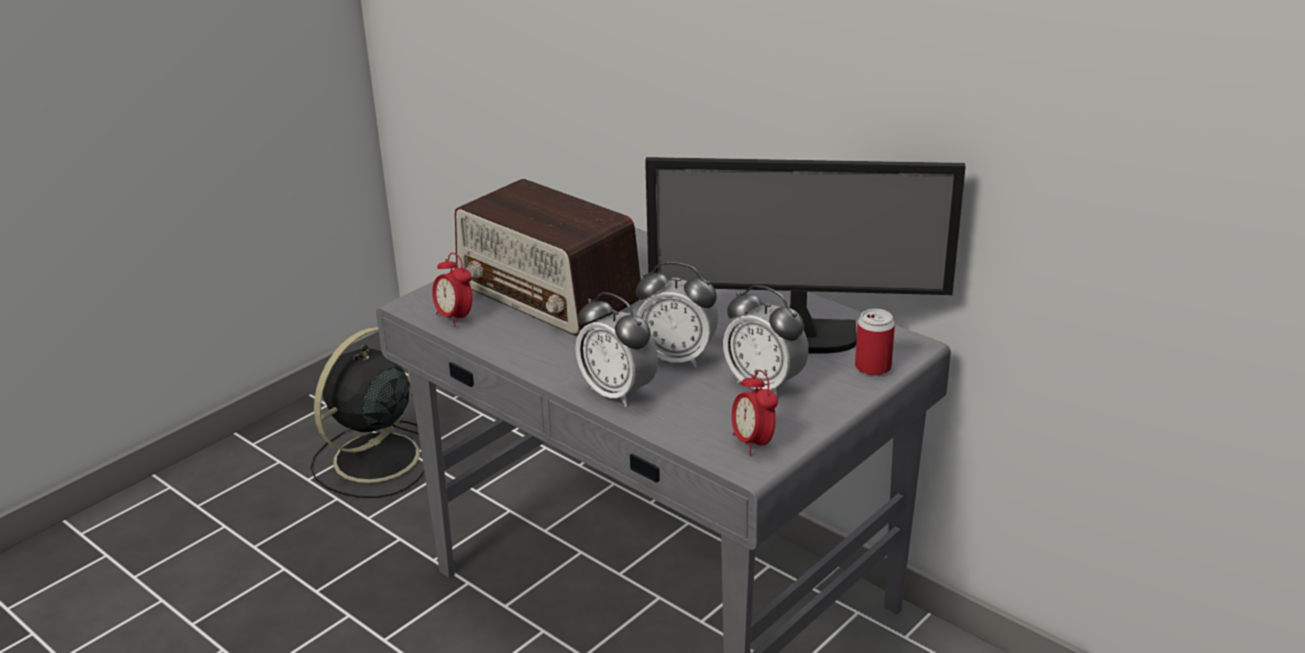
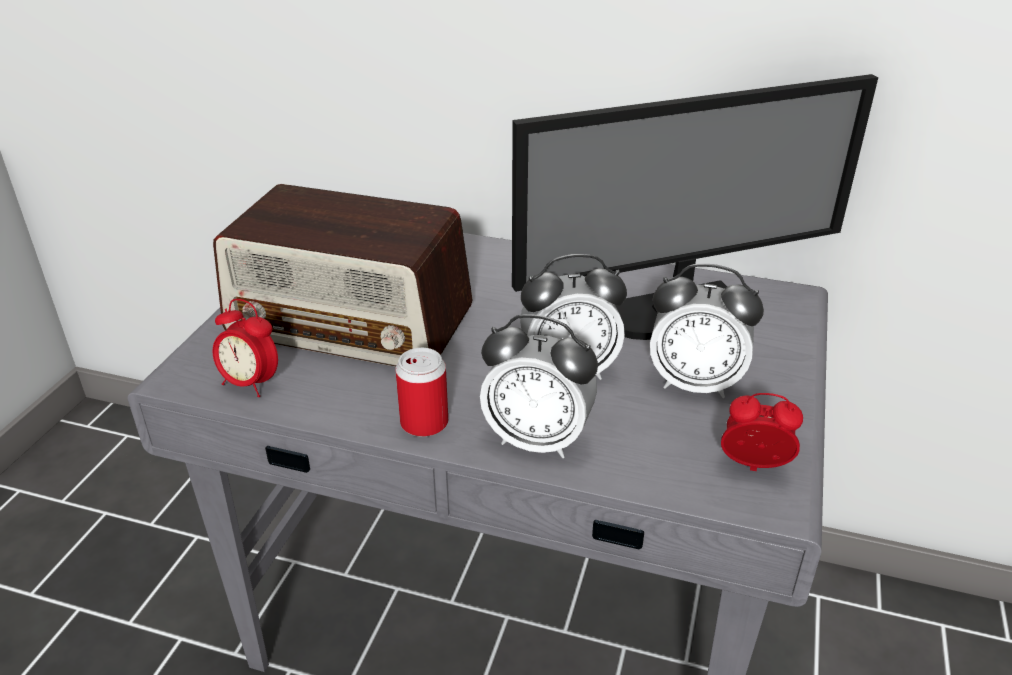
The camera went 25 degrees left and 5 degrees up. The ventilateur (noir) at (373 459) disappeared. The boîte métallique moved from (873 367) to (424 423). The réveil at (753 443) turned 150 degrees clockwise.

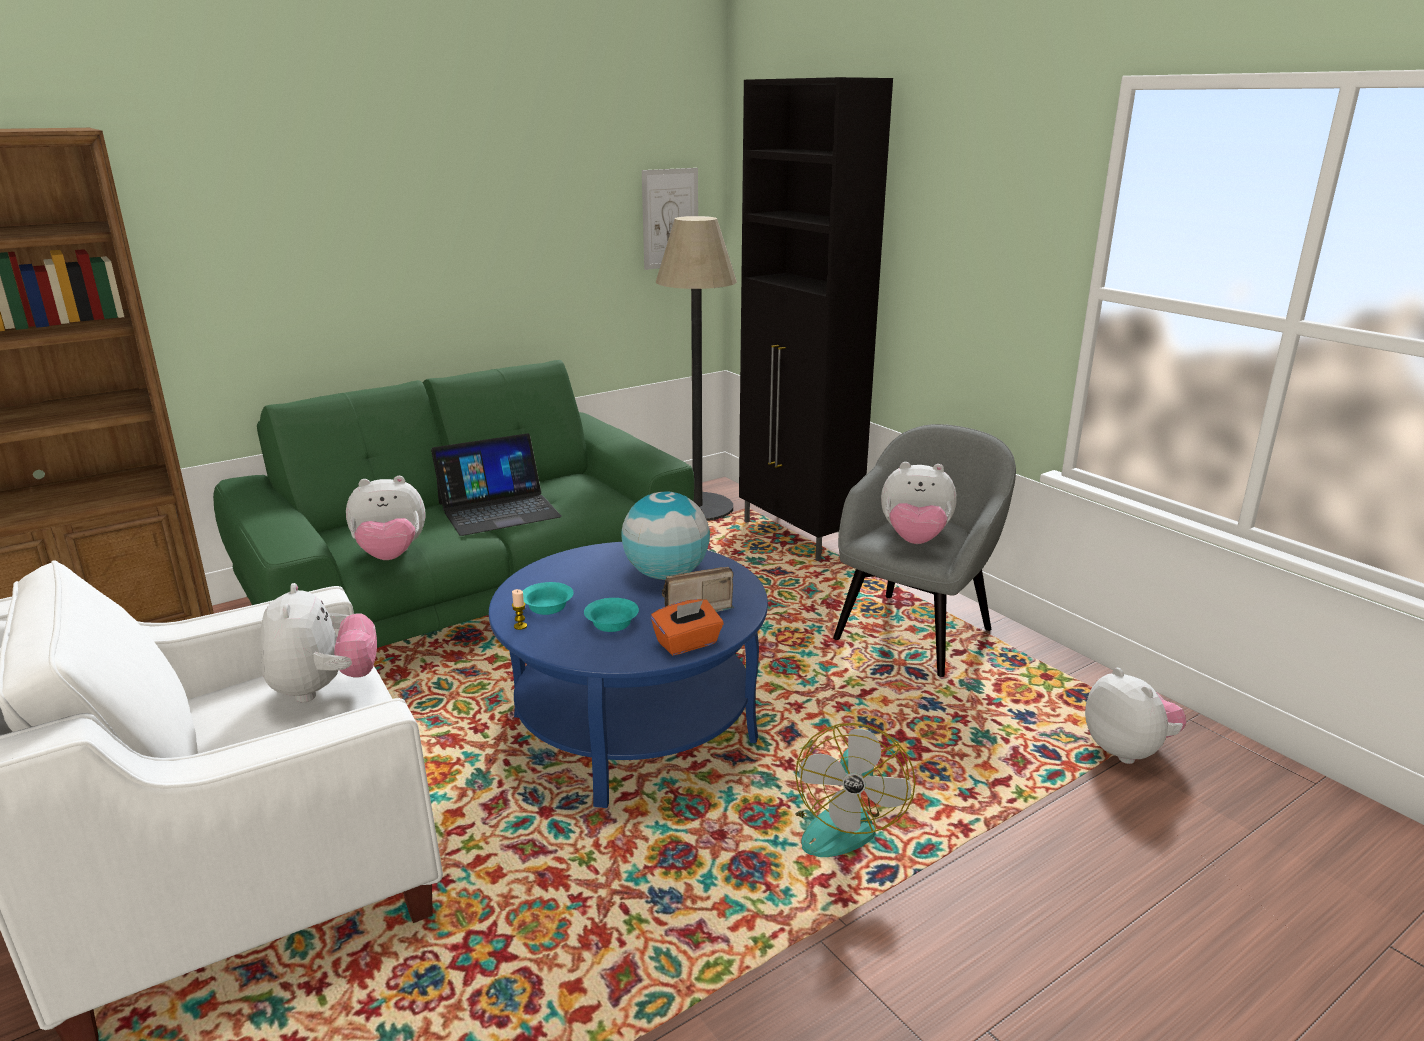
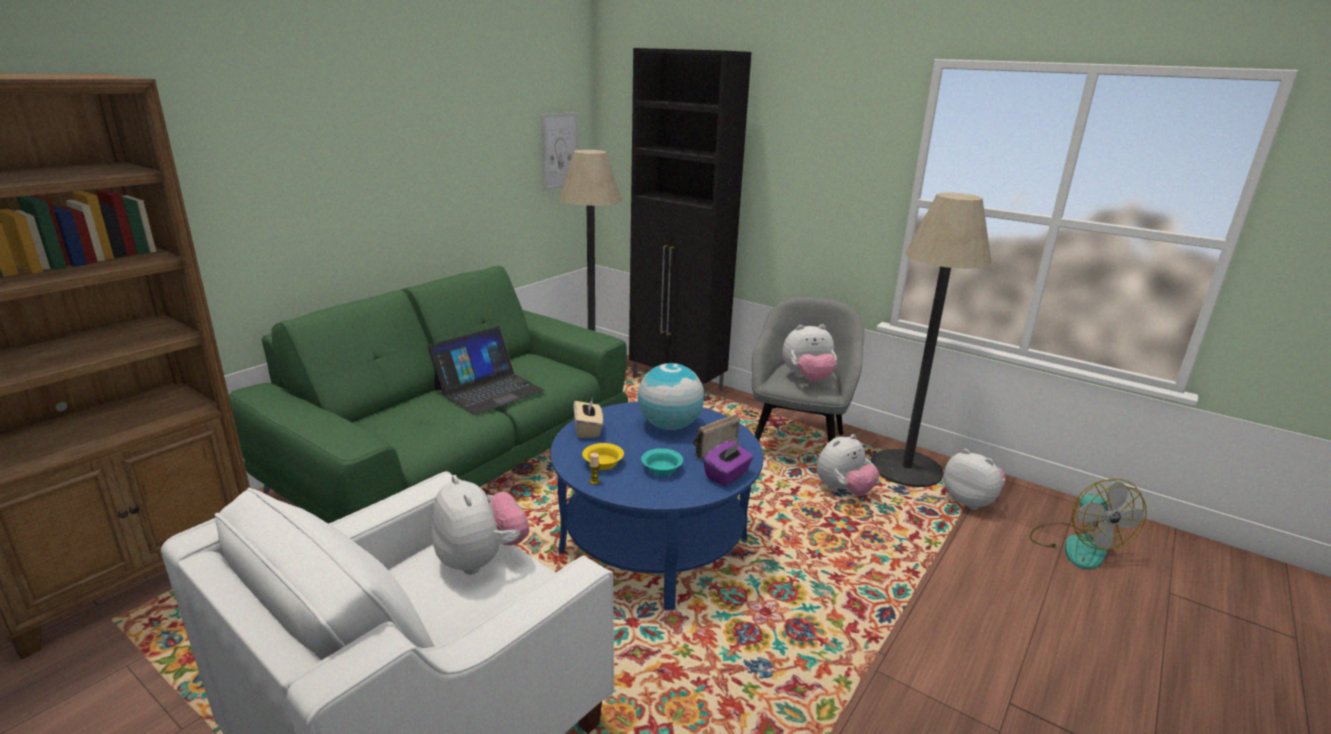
The camera went 20 degrees left and 0 degrees up. The boîte à mouchoirs (beige) at (588 430) appeared. The lampadaire at (906 469) appeared. The peluche moved from (391 556) to (843 490). The ventilateur moved from (840 822) to (1076 545). The bol (turquoise) at (549 607) became the bol (jaune) at (604 463). The boîte à mouchoirs (orange) at (687 644) became the boîte à mouchoirs (violet) at (727 475).

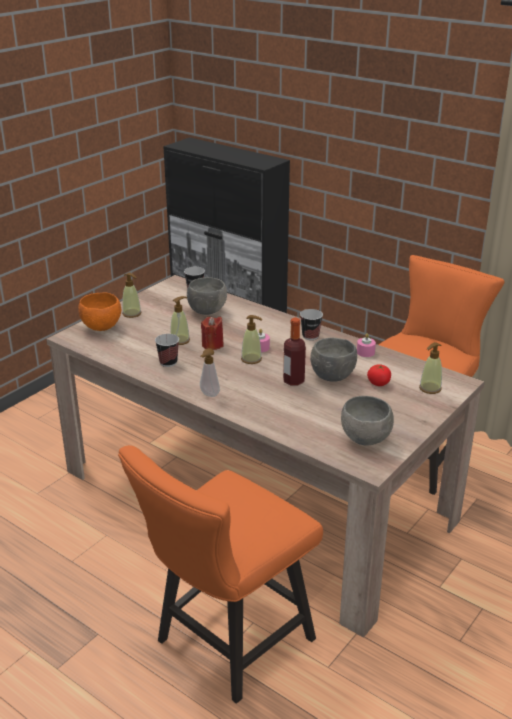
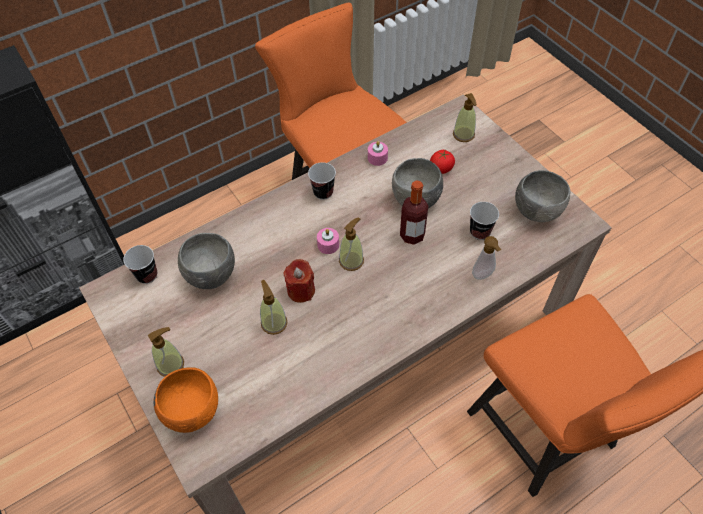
The camera went 70 degrees left and 25 degrees up. The tasse moved from (168 362) to (480 232). The distributeur de savon moved from (208 395) to (483 275).

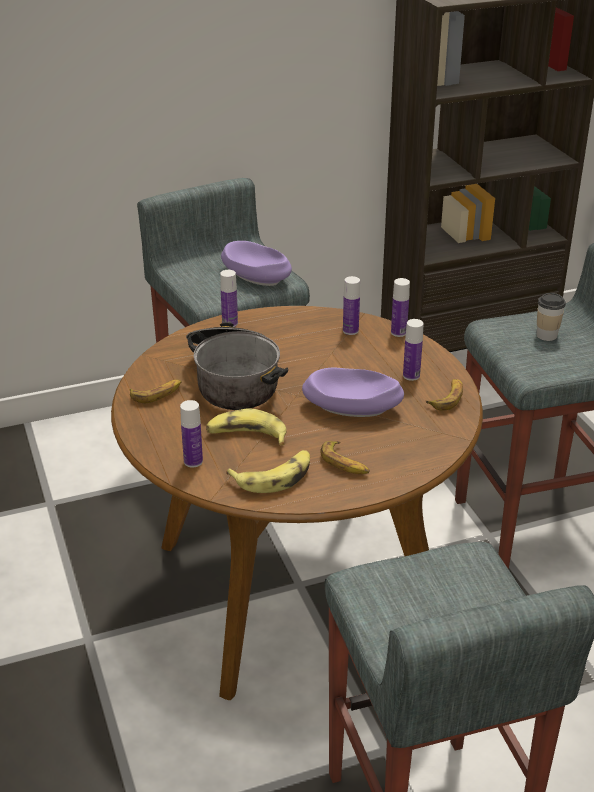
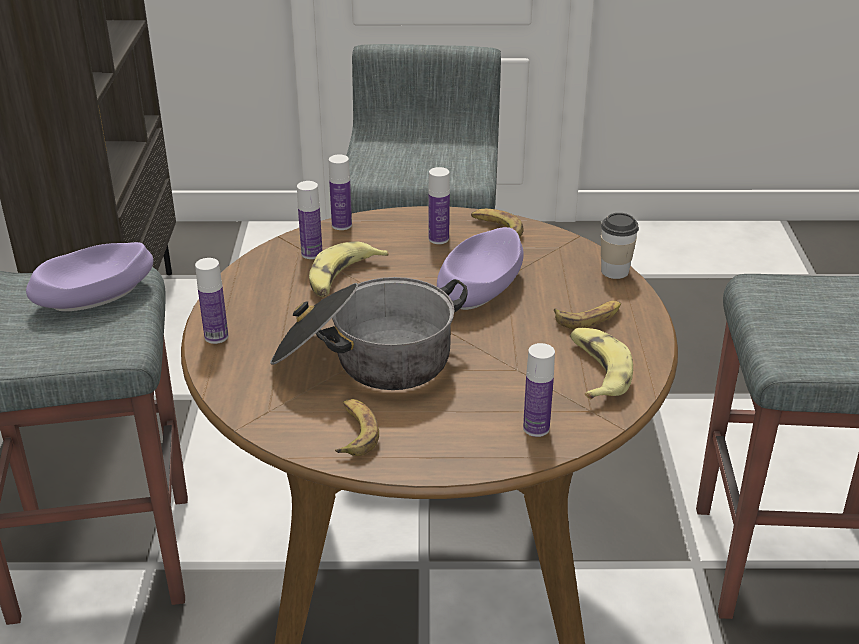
The camera went 70 degrees left and 0 degrees up. The banane moved from (247 436) to (343 278). The tasse moved from (546 335) to (614 271).

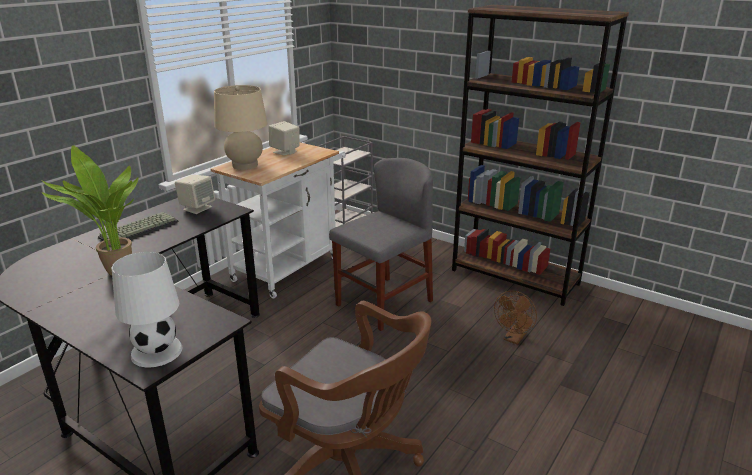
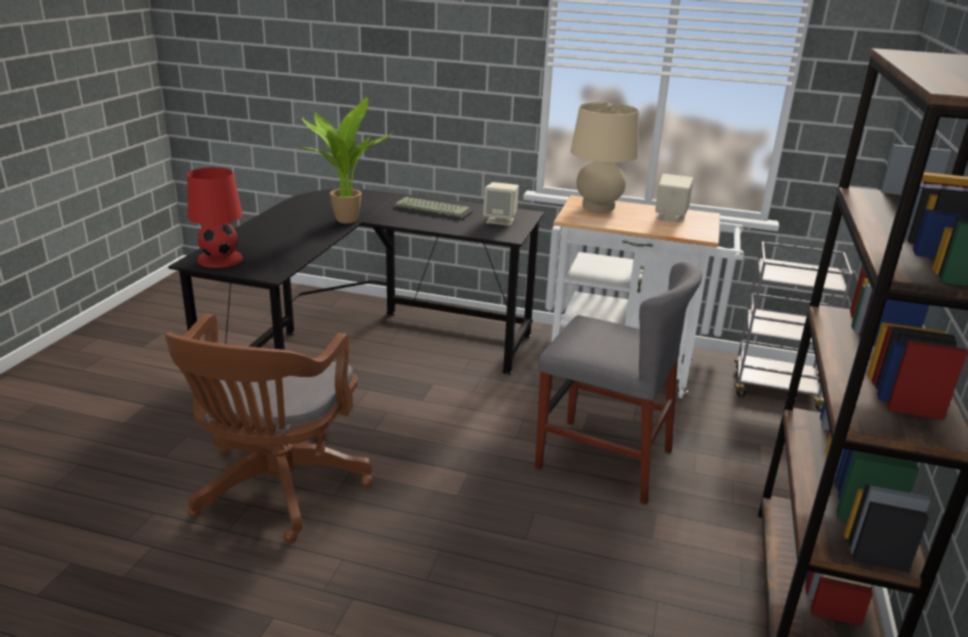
The camera went 70 degrees right and 0 degrees up. The ventilateur (marron) at (514 339) disappeared. The lampe de table (blanc) at (156 351) became the lampe de table (rouge) at (220 259).

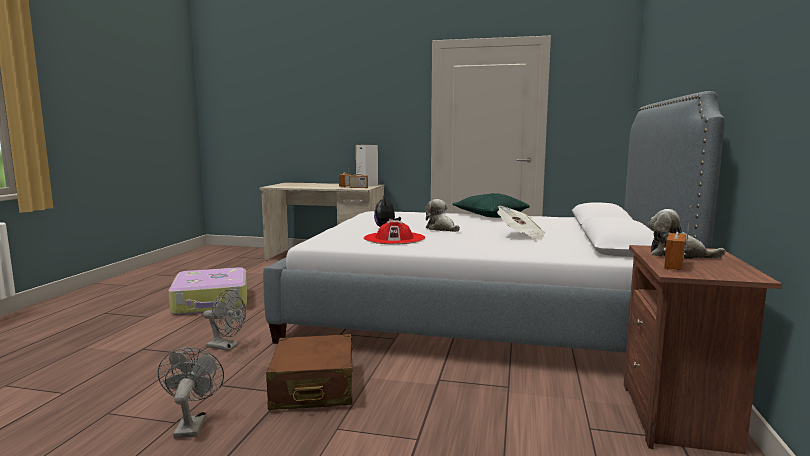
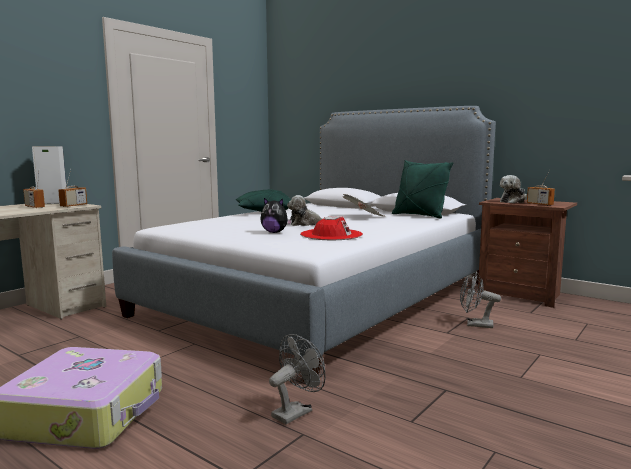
The camera went 65 degrees left and 0 degrees up. The valise (marron) at (313 388) disappeared. The coussin (vert) at (419 215) appeared. The ventilateur (gris) moved from (191 424) to (475 325).

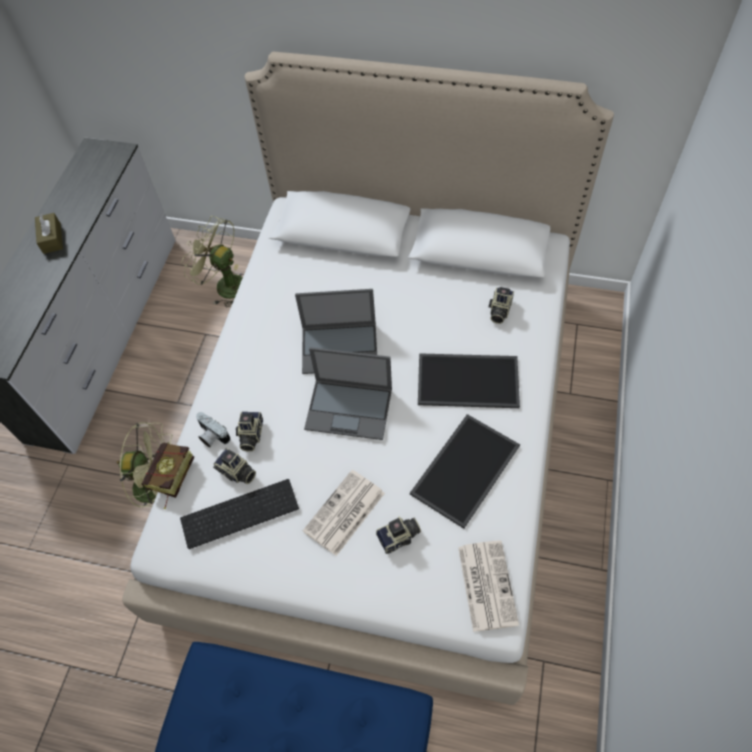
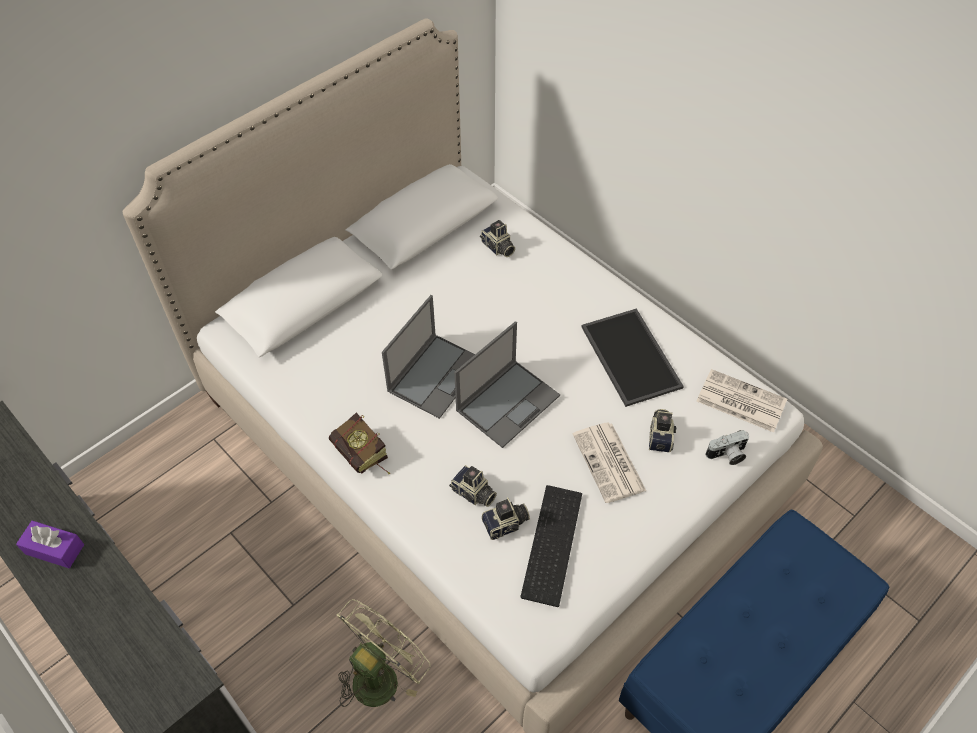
The camera went 60 degrees left and 5 degrees down. The ventilateur (vert) at (224 285) disappeared. The plateau at (469 379) disappeared. The livre moved from (169 480) to (363 457). The appareil photo moved from (211 436) to (727 455). The boîte à mouchoirs (marron) at (52 238) became the boîte à mouchoirs (violet) at (54 549).

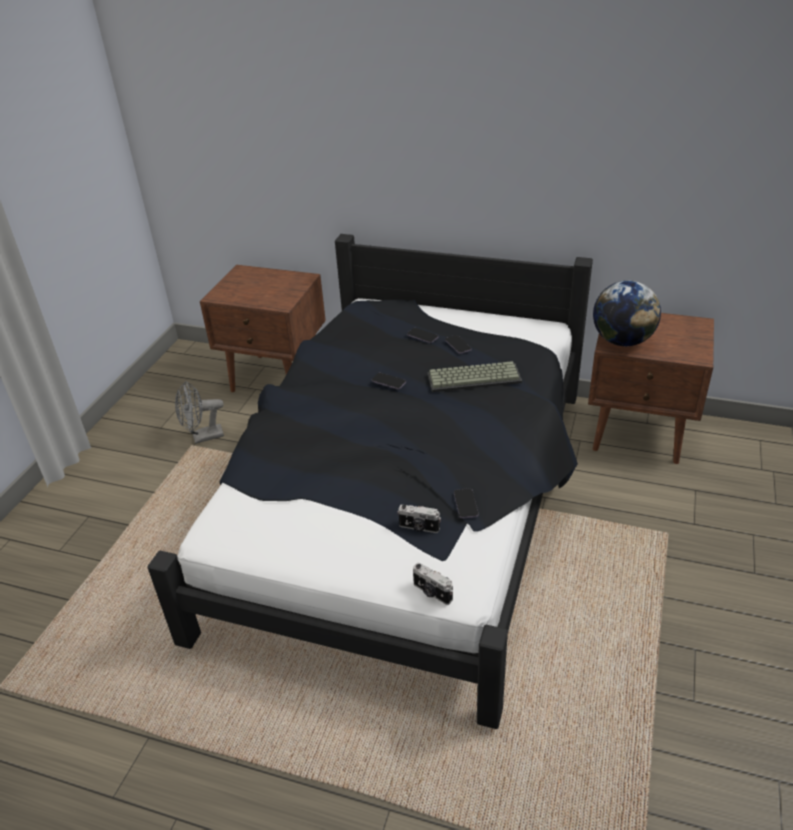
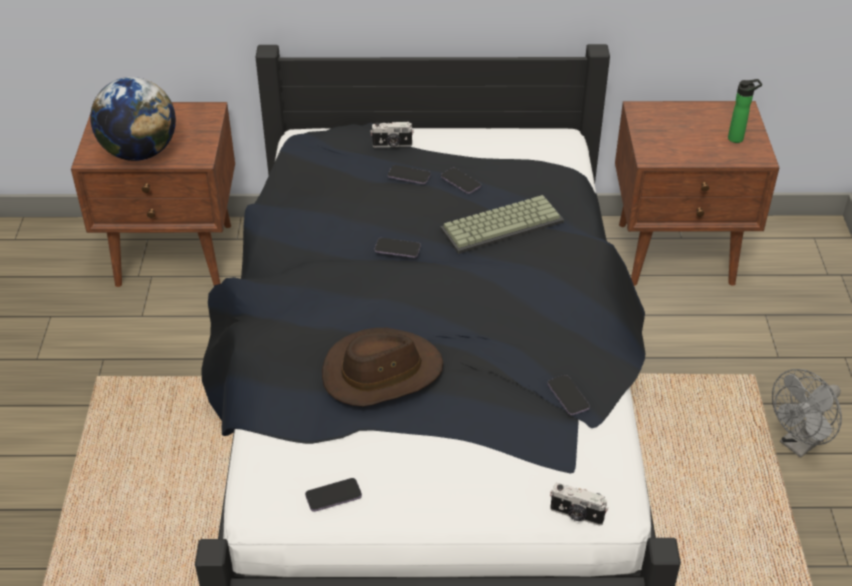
The camera went 20 degrees left and 5 degrees up. The téléphone at (333 496) appeared. The chapeau (marron) at (381 372) appeared. The bouteille at (738 138) appeared. The ventilateur (gris) moved from (203 437) to (799 444). The appareil photo moved from (419 528) to (392 145). The globe moved from (622 341) to (140 152).

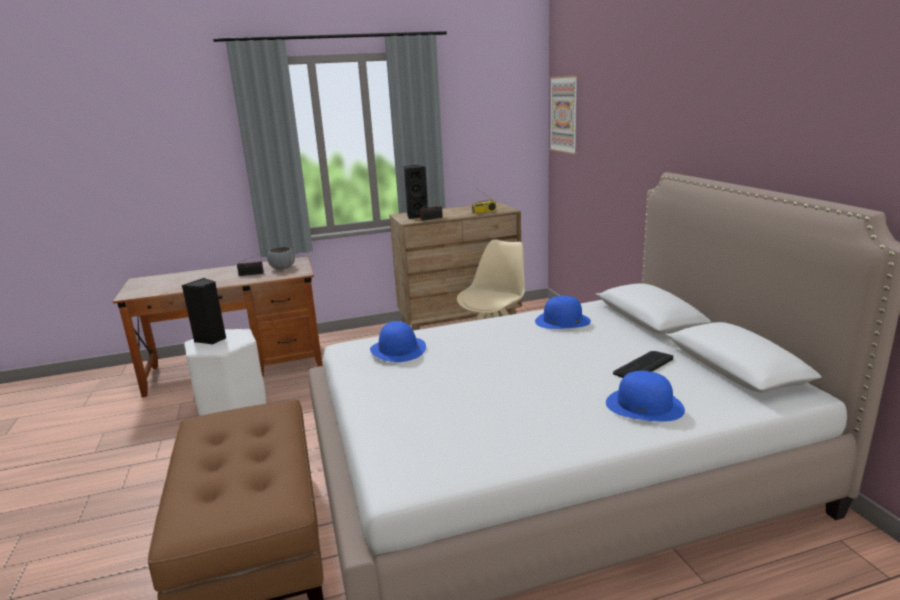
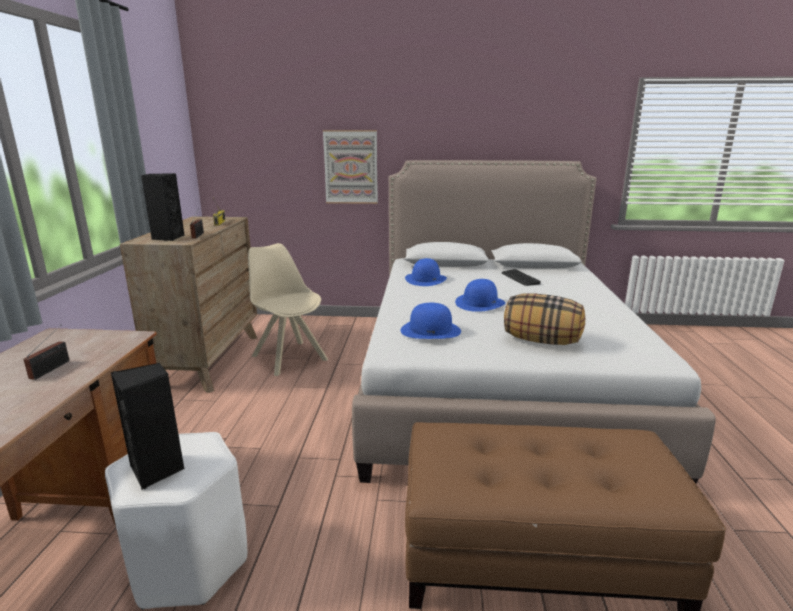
The camera went 70 degrees left and 0 degrees up. The bol (gris) at (282 268) disappeared. The coussin at (542 341) appeared. The tableau moved from (564 114) to (351 167). The chapeau (bleu) moved from (644 405) to (480 303).

